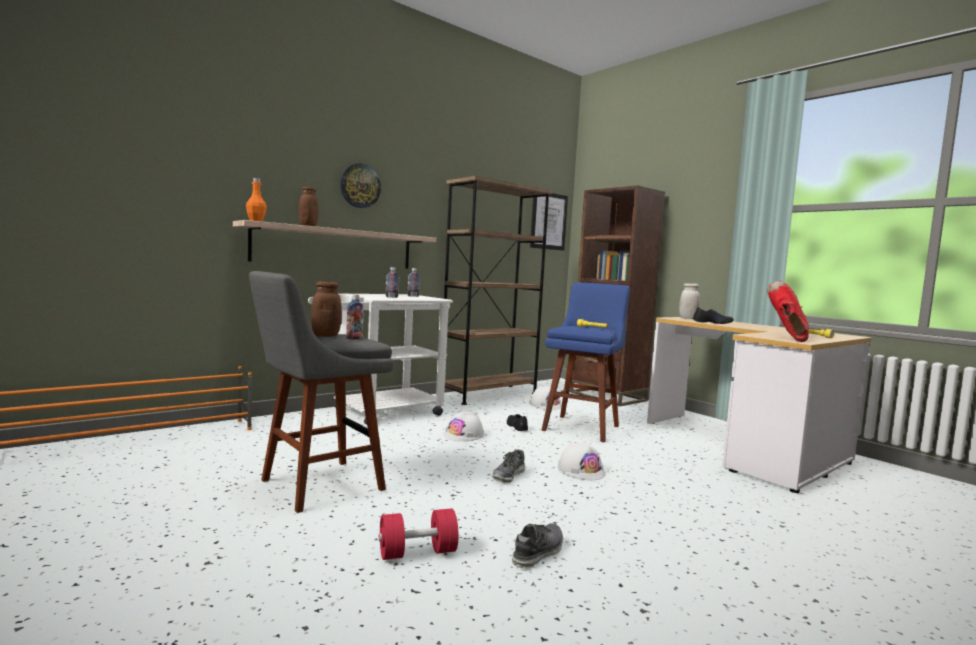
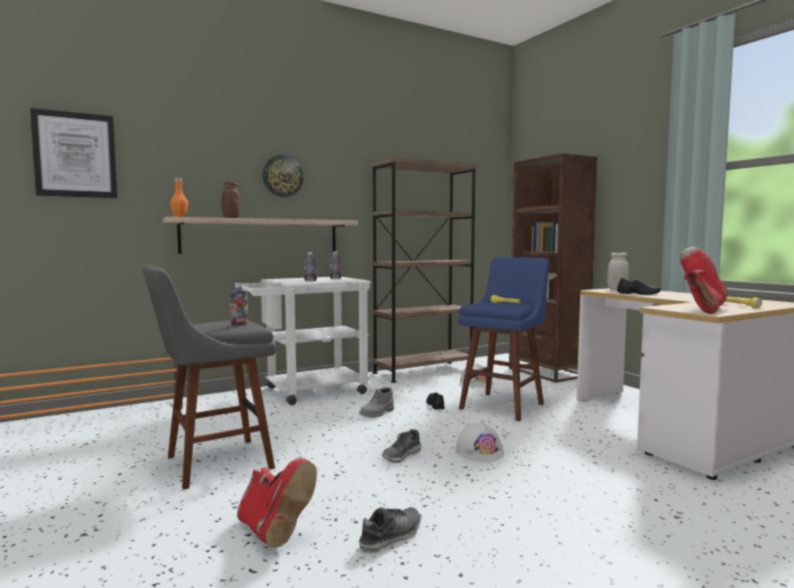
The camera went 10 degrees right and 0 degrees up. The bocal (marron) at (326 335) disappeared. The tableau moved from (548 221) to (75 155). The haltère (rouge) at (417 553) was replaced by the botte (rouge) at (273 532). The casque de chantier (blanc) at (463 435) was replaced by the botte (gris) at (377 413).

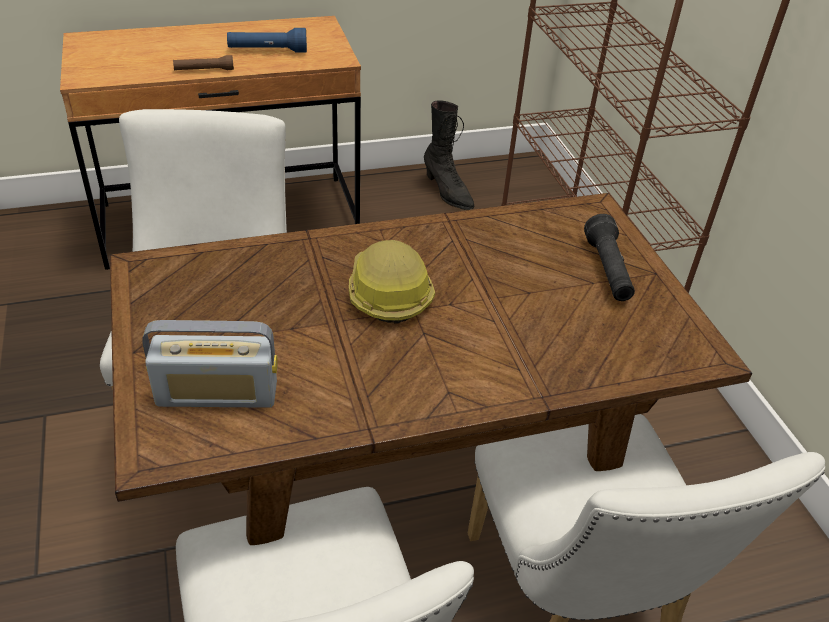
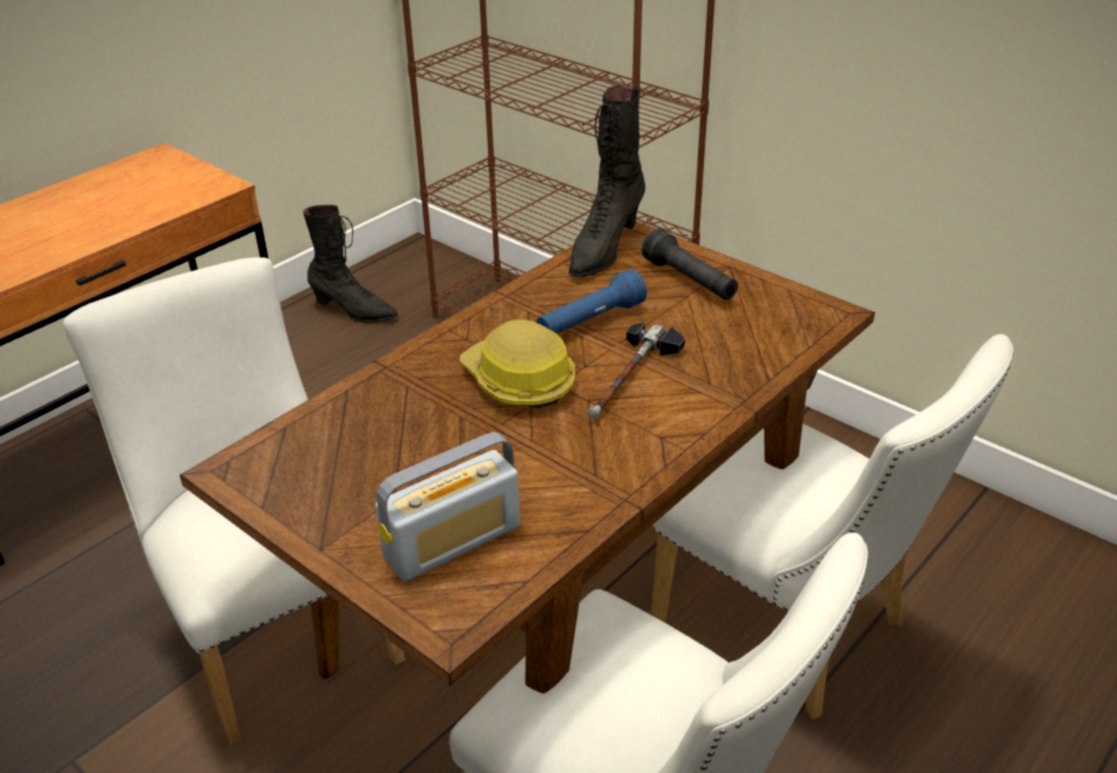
The camera went 30 degrees left and 5 degrees down. The lampe de poche (marron) at (204 70) disappeared. The botte (noir) at (604 249) appeared. The marteau at (630 378) appeared. The lampe de poche (bleu) moved from (268 51) to (590 321).

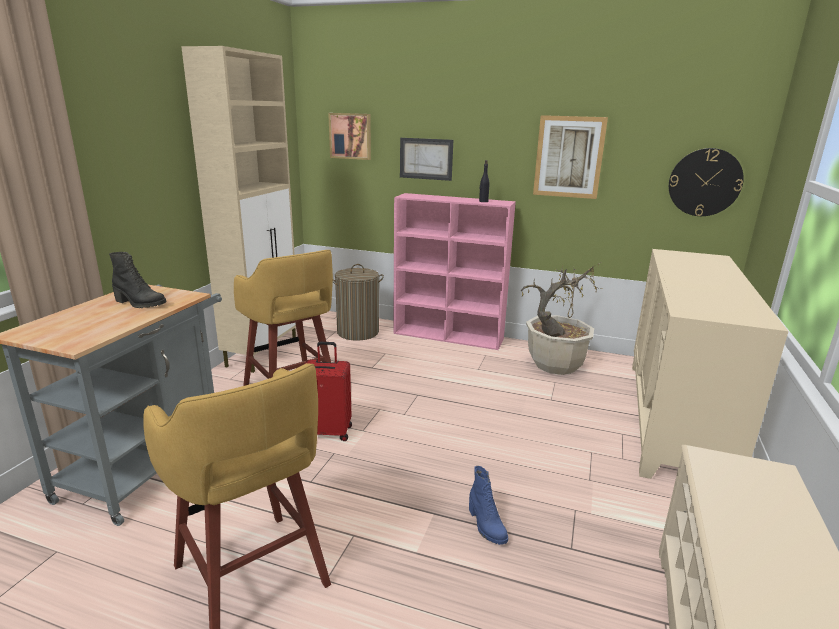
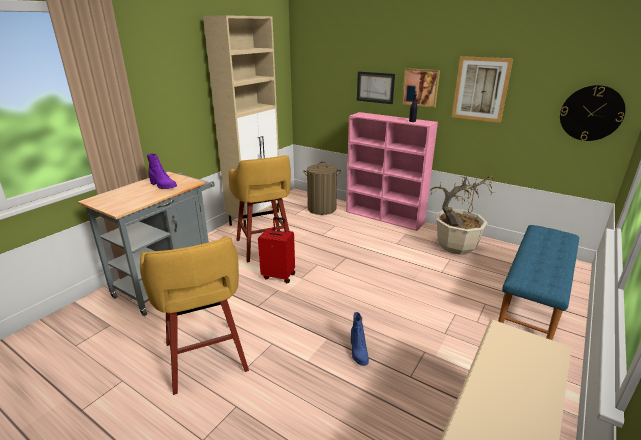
The camera went 15 degrees right and 5 degrees up. The tableau moved from (350 136) to (421 87). The meuble de rangement (beige) at (675 419) was replaced by the banc (bleu) at (534 298). The botte (noir) at (140 304) became the botte (violet) at (163 186).

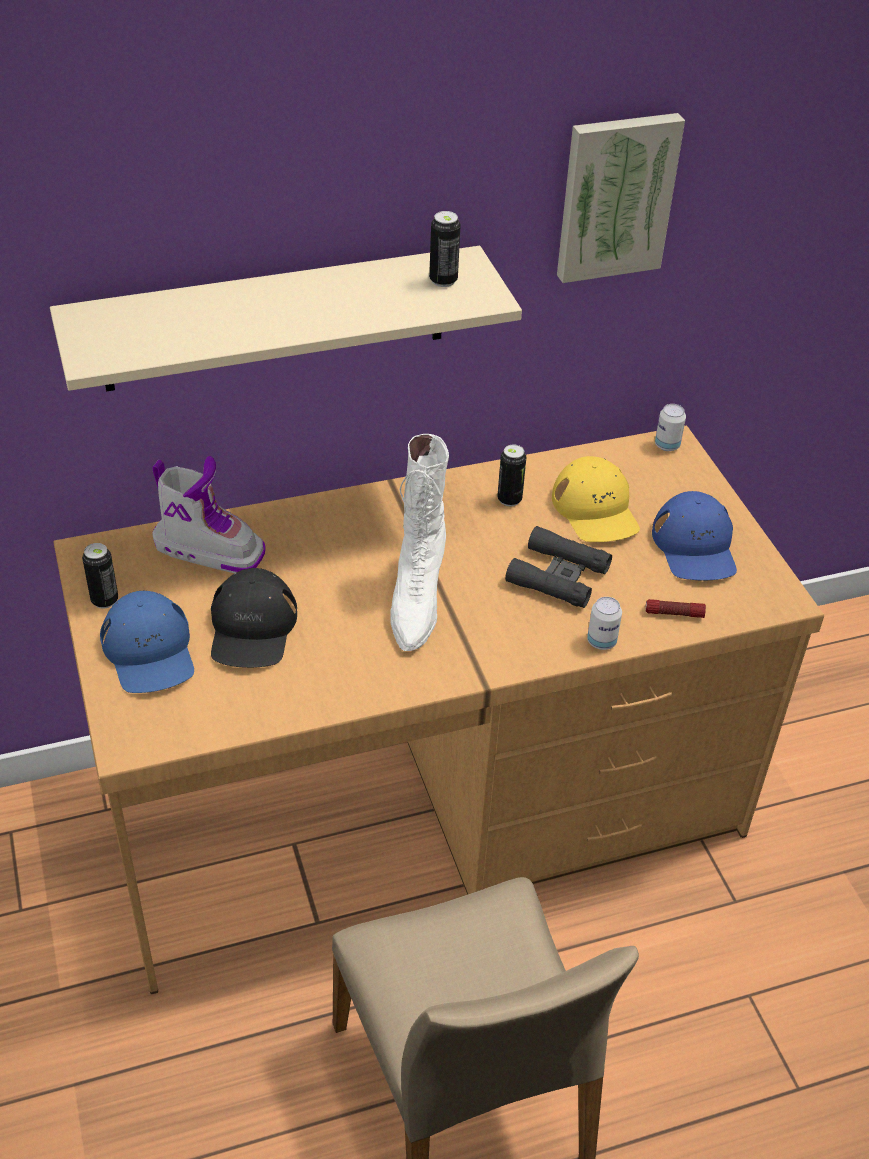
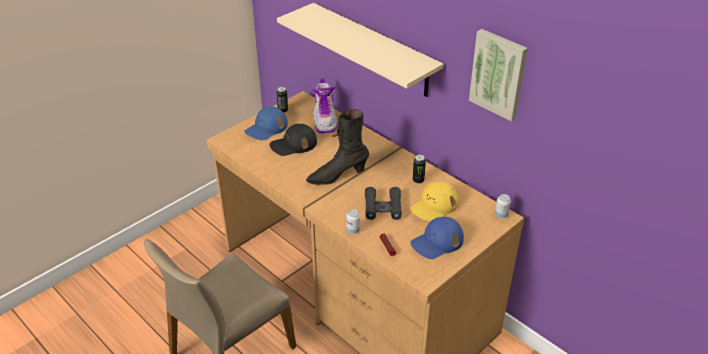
The camera went 65 degrees right and 5 degrees down. The boîte métallique at (443 280) disappeared. The botte (blanc) at (416 601) became the botte (noir) at (337 176).

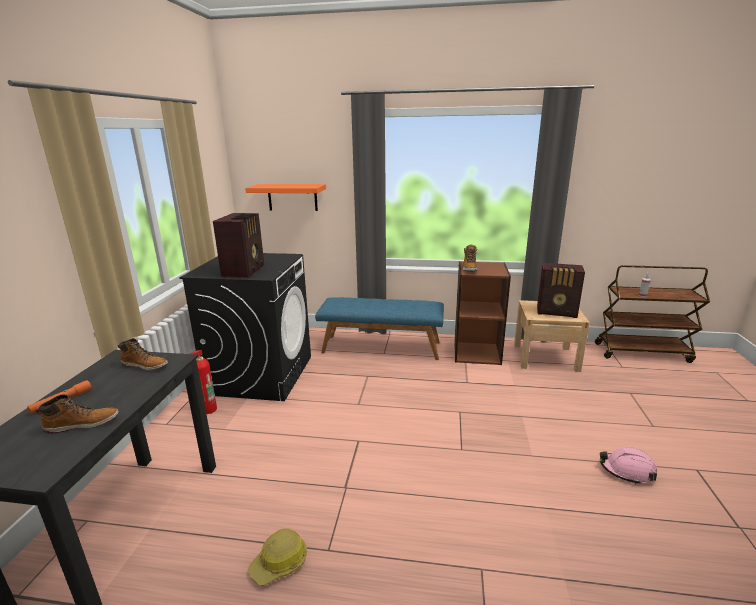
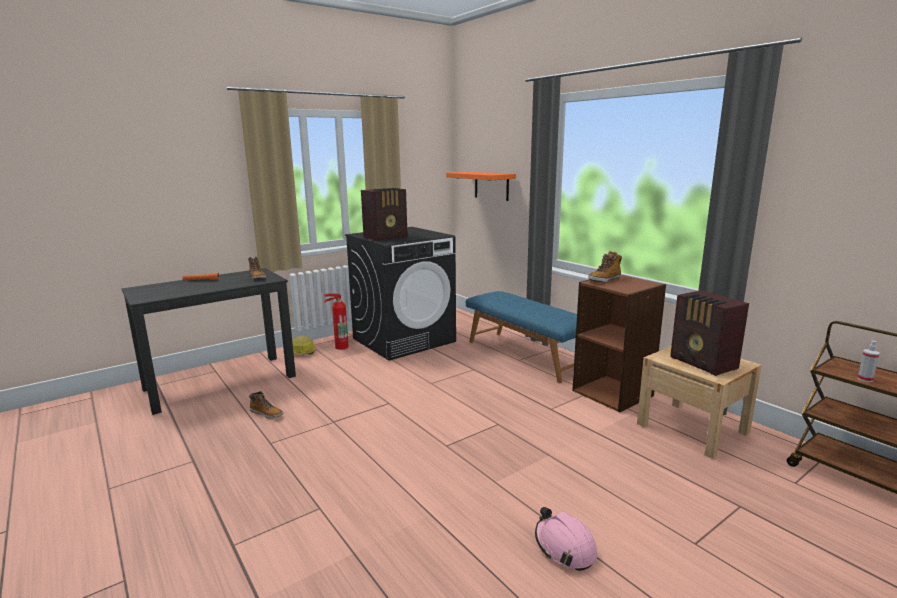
The camera went 45 degrees right and 5 degrees down. The botte moved from (83 424) to (267 413). The casque de chantier moved from (280 563) to (300 353).

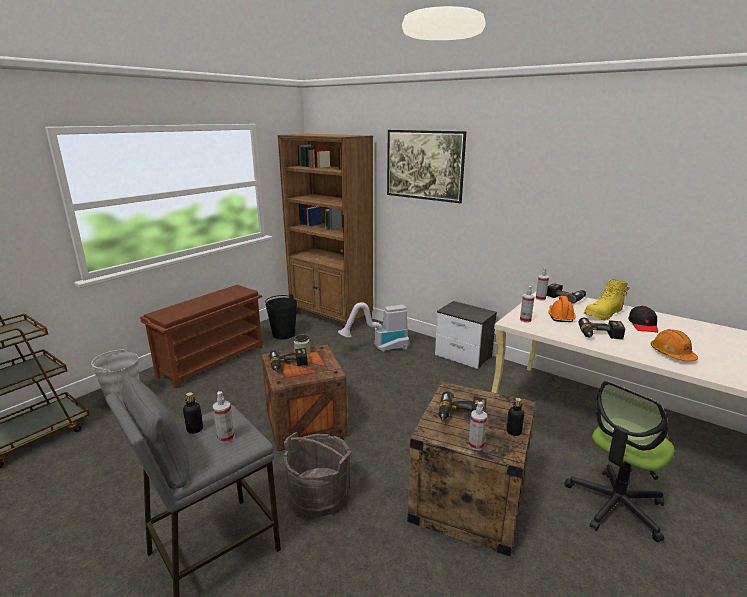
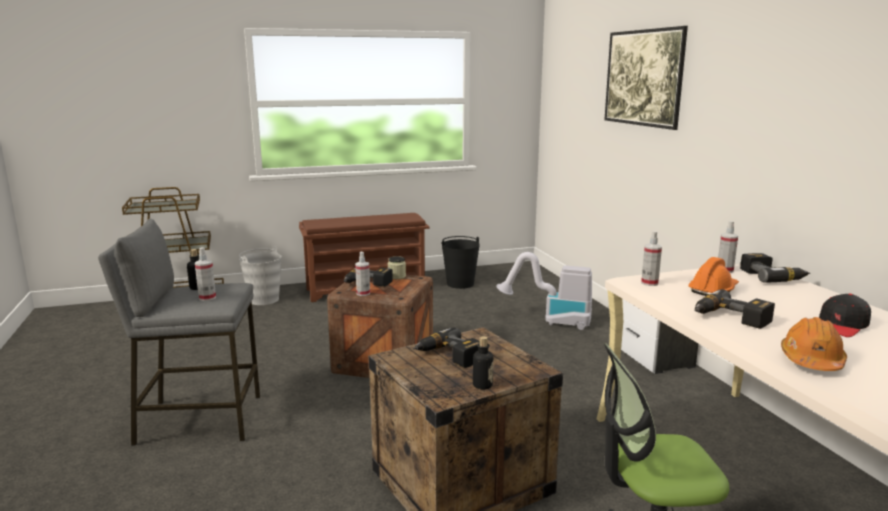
The camera went 35 degrees right and 5 degrees down. The bibliothèque (marron) at (331 317) disappeared. The seau (gris) at (319 496) disappeared. The botte (jaune) at (604 314) disappeared. The vaporisateur moved from (476 445) to (363 293).

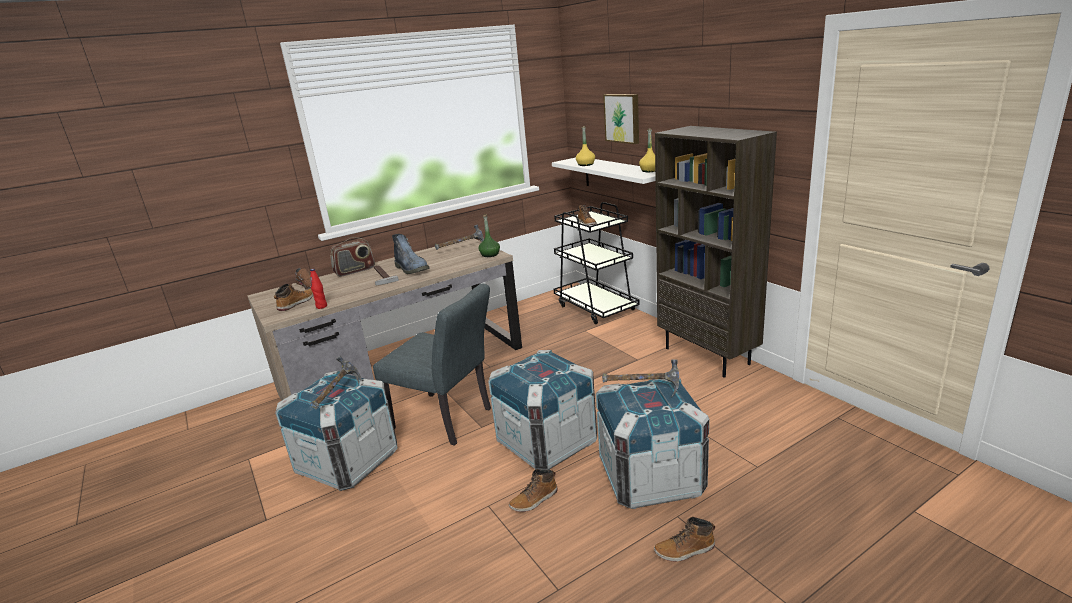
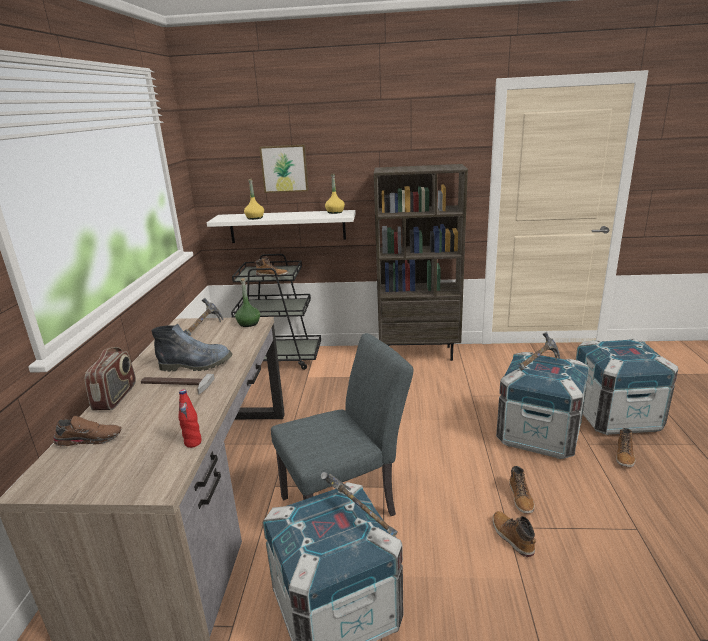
The camera went 55 degrees left and 0 degrees up. The botte moved from (296 303) to (512 537). The caisse moved from (547 442) to (614 416).

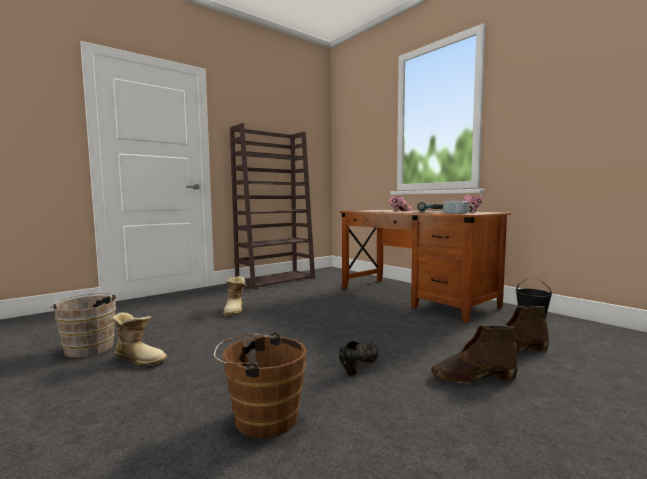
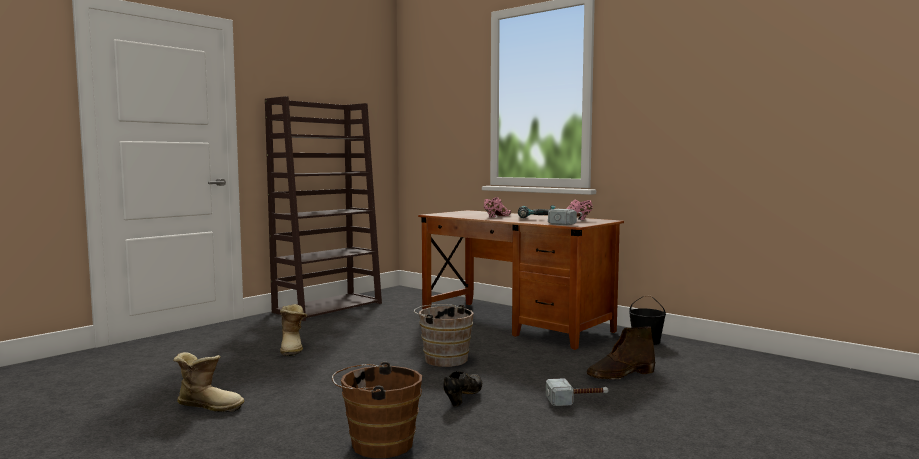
The camera went 10 degrees left and 0 degrees up. The seau (marron) moved from (89 347) to (443 359). The botte (marron) at (472 377) was replaced by the marteau at (577 400).

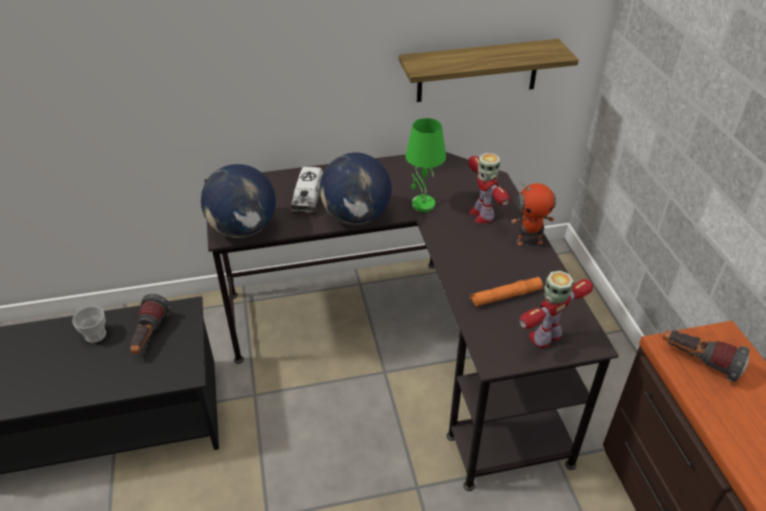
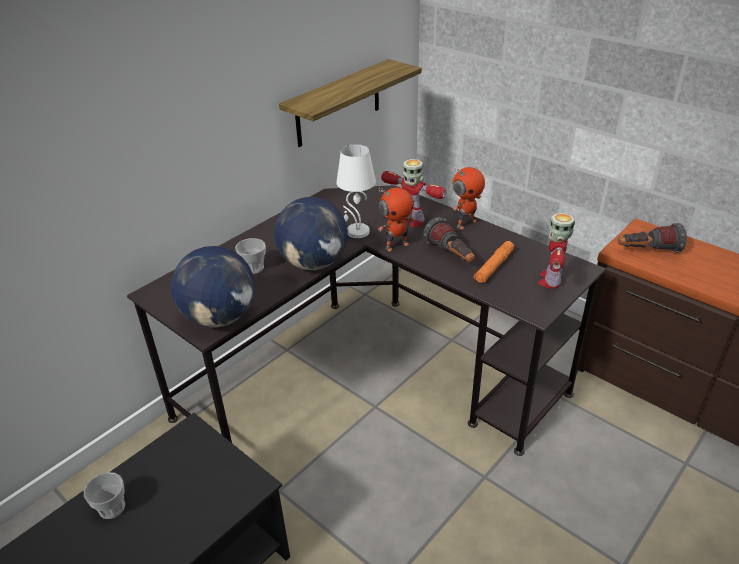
The camera went 35 degrees left and 5 degrees down. The robot jouet at (396 245) appeared. The lampe de poche moved from (149 336) to (451 255). The camion jouet at (308 198) was replaced by the tasse at (253 268). The lampe de table (vert) at (422 204) became the lampe de table (blanc) at (357 232).

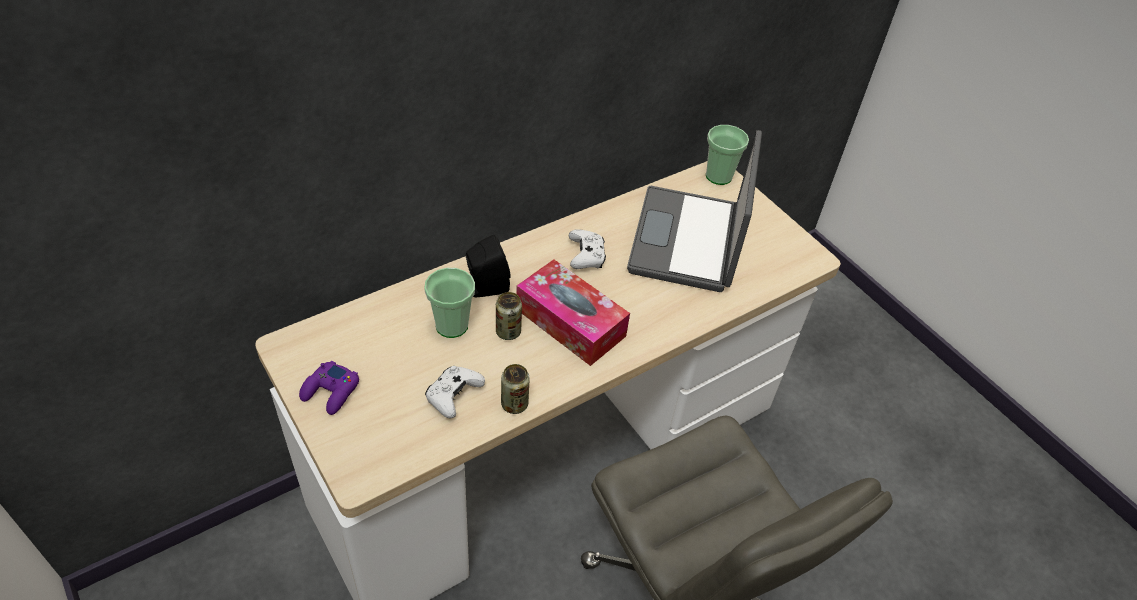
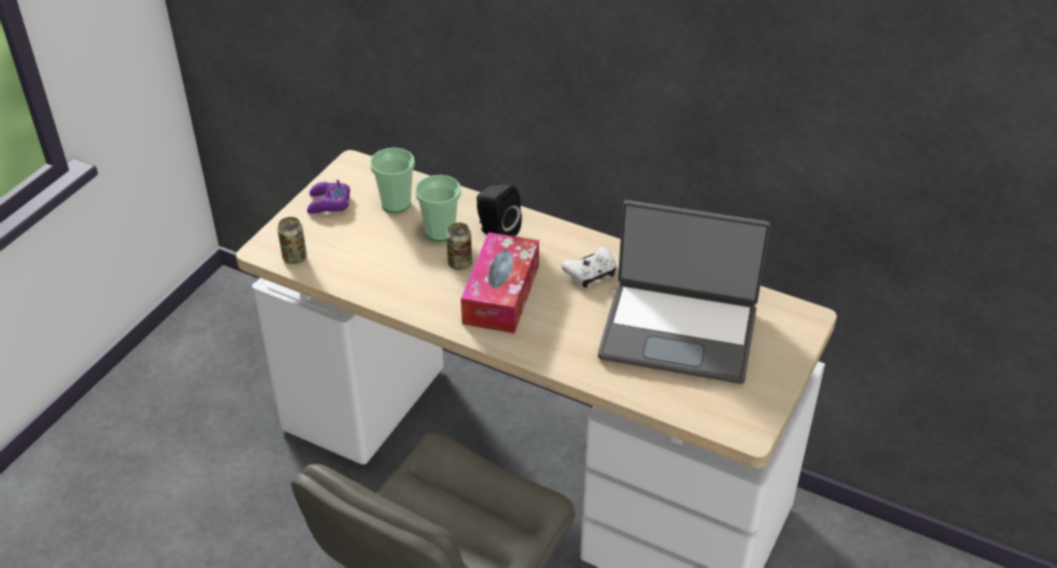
The camera went 65 degrees right and 5 degrees down. The manette (blanc) at (453 396) disappeared. The boîte métallique moved from (514 404) to (294 258). The tasse moved from (718 176) to (396 203). The ordinateur portable at (688 241) turned 150 degrees counterclockwise.

